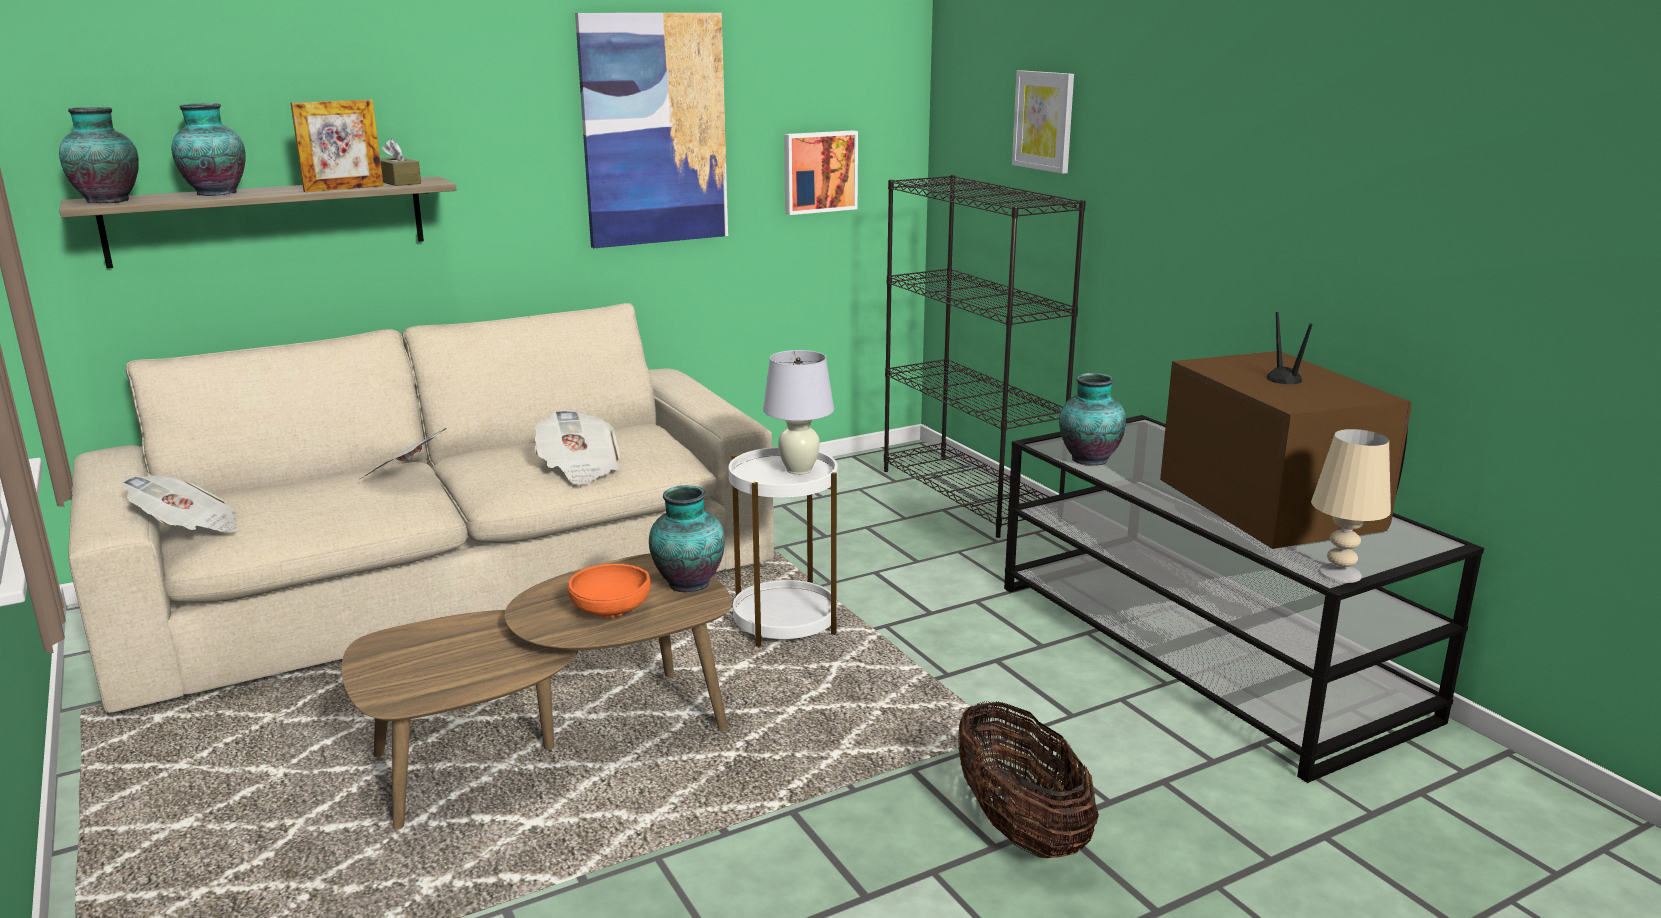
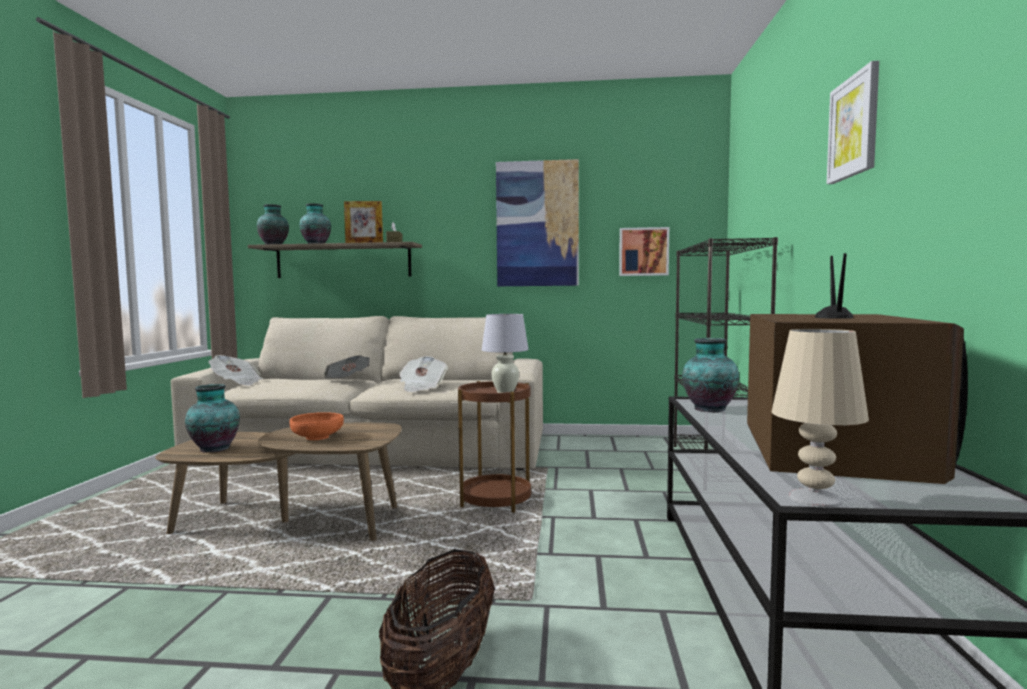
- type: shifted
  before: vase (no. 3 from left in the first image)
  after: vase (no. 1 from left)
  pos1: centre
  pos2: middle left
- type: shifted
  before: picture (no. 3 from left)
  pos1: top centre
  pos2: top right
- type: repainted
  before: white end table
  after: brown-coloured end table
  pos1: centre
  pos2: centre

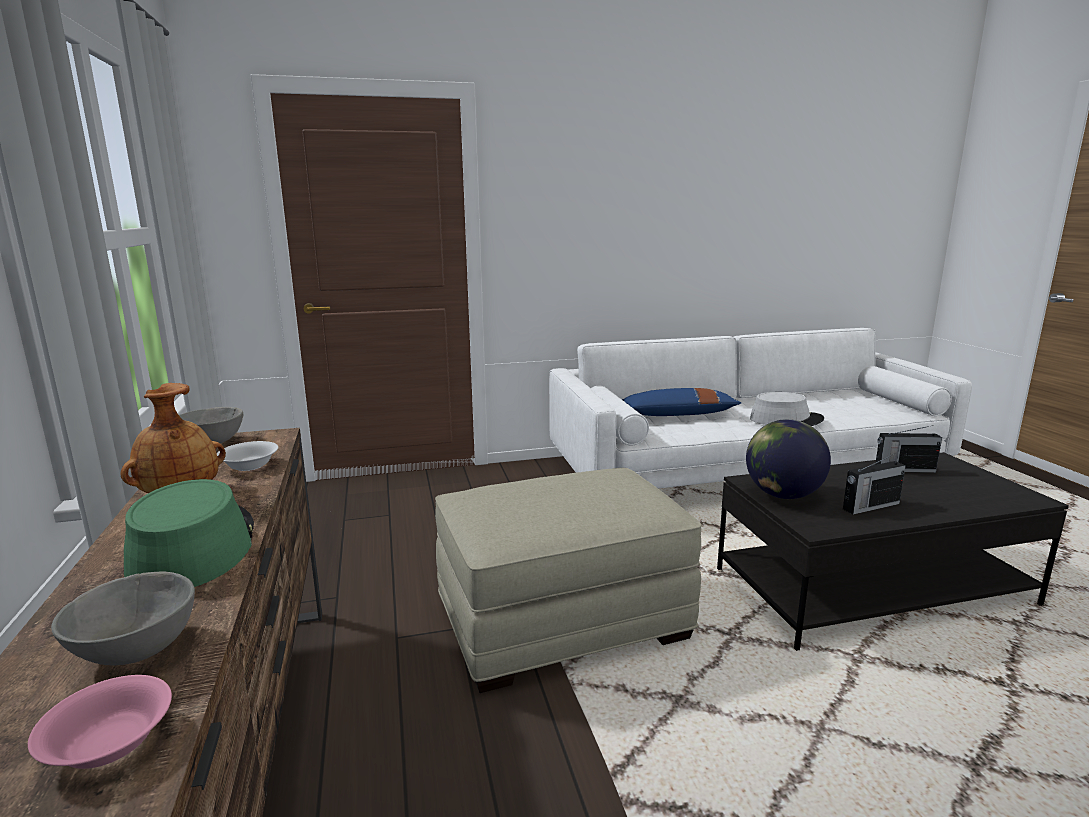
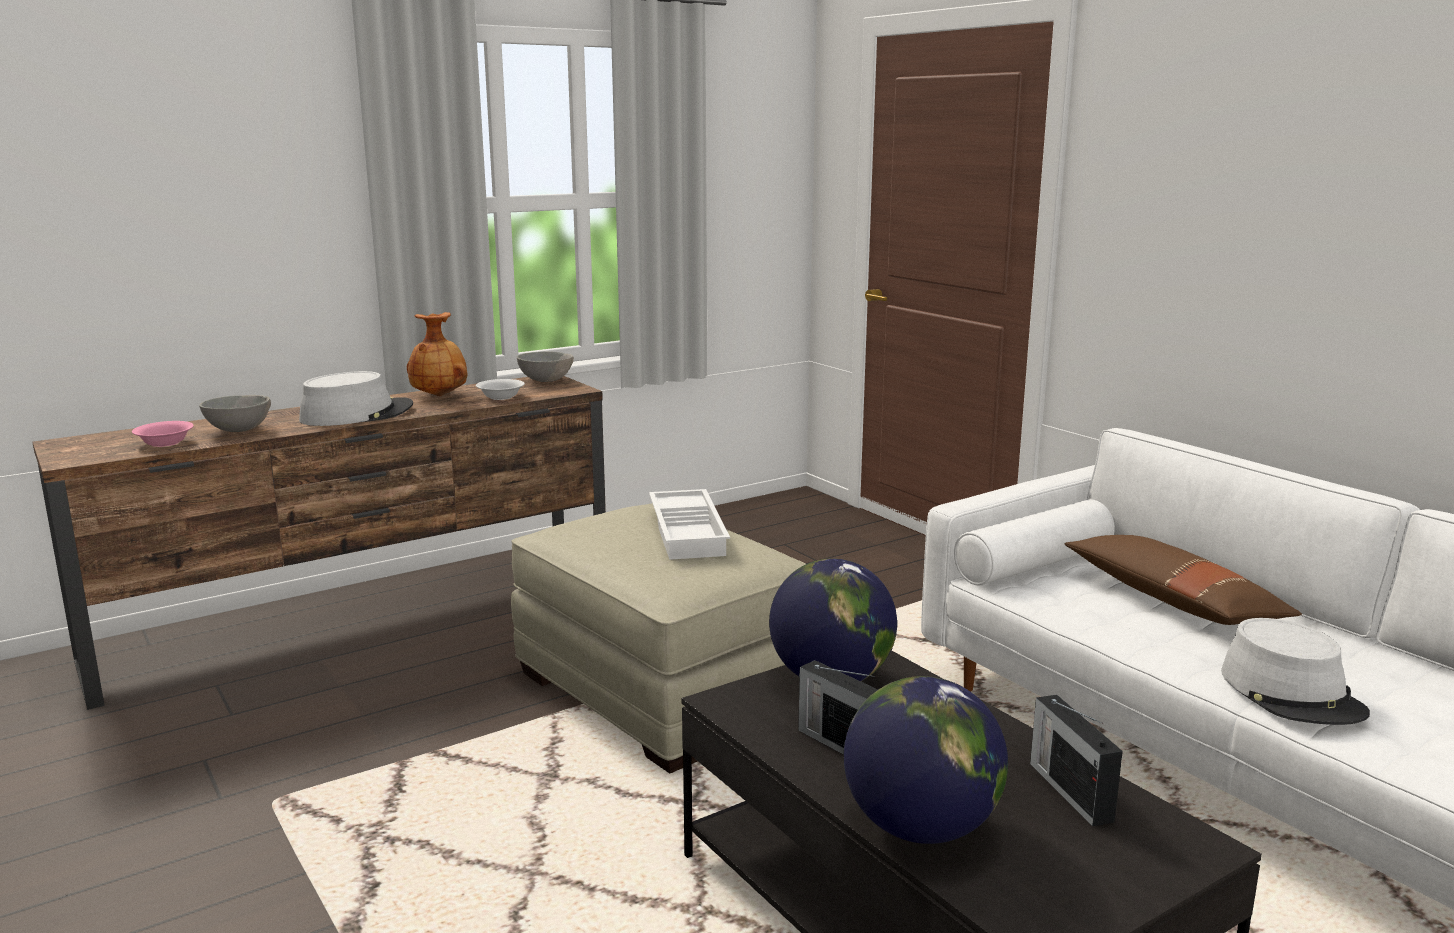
- type: new
  after: white carrying tray
  pos2: centre
- type: new
  after: globe (no. 2 from left)
  pos2: bottom centre
- type: repainted
  before: green hat
  after: gray hat (no. 1 from left)
  pos1: middle left
  pos2: middle left
- type: repainted
  before: bluish throw pillow
  after: brown-coloured throw pillow
  pos1: centre
  pos2: middle right

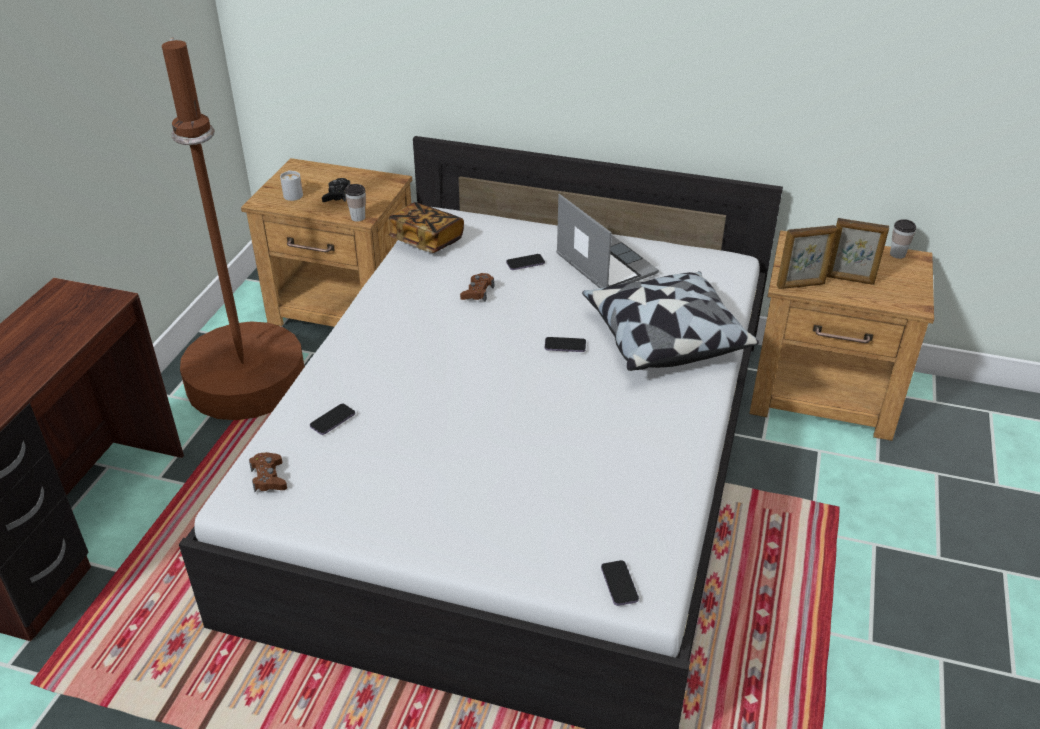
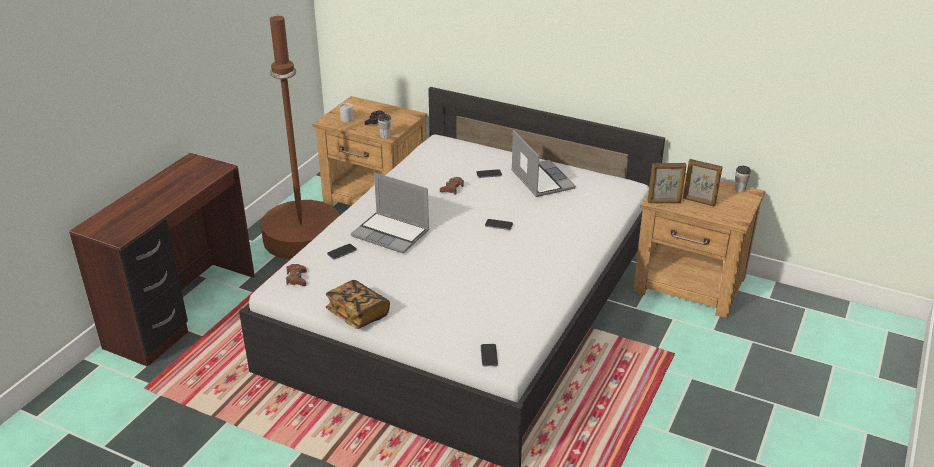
- type: gone
  before: throw pillow
  pos1: centre
- type: new
  after: laptop (no. 1 from left)
  pos2: centre
- type: shifted
  before: volume
  pos1: top centre
  pos2: centre

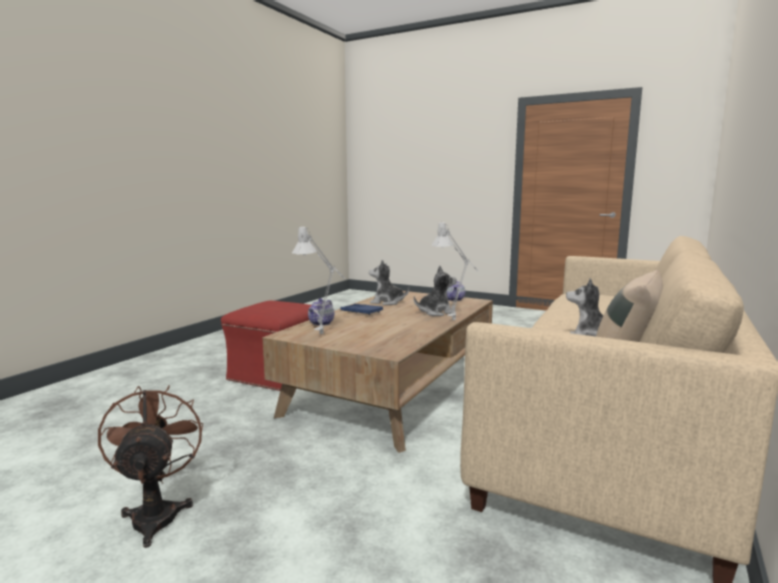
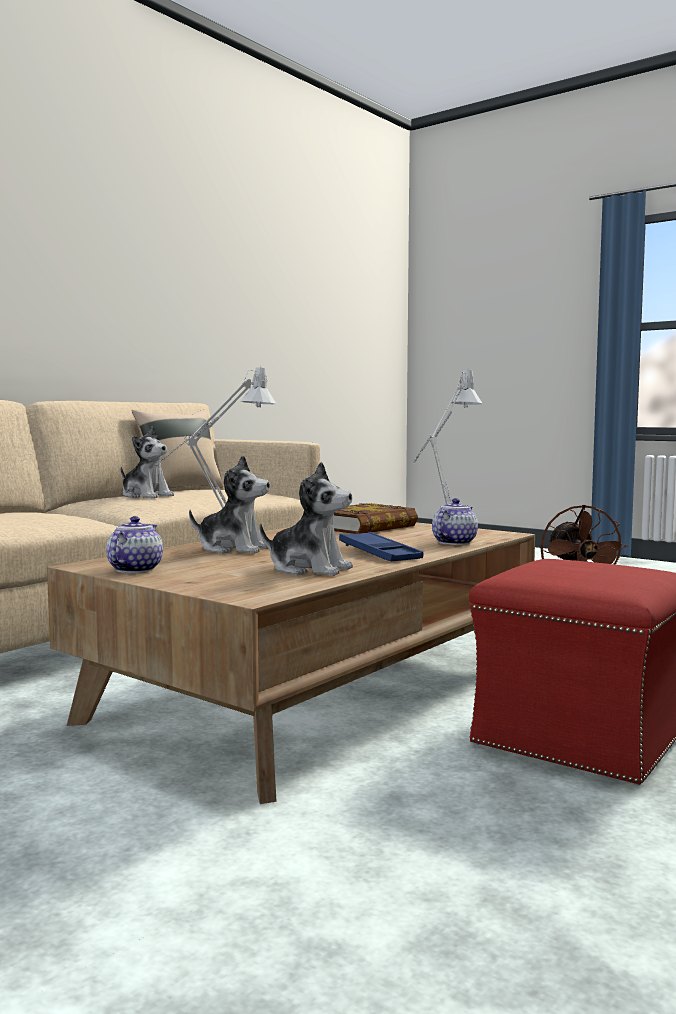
- type: new
  after: volume
  pos2: centre
- type: rotated
  before: plush toy (no. 2 from left)
  pos1: centre
  pos2: centre
  turn: -150

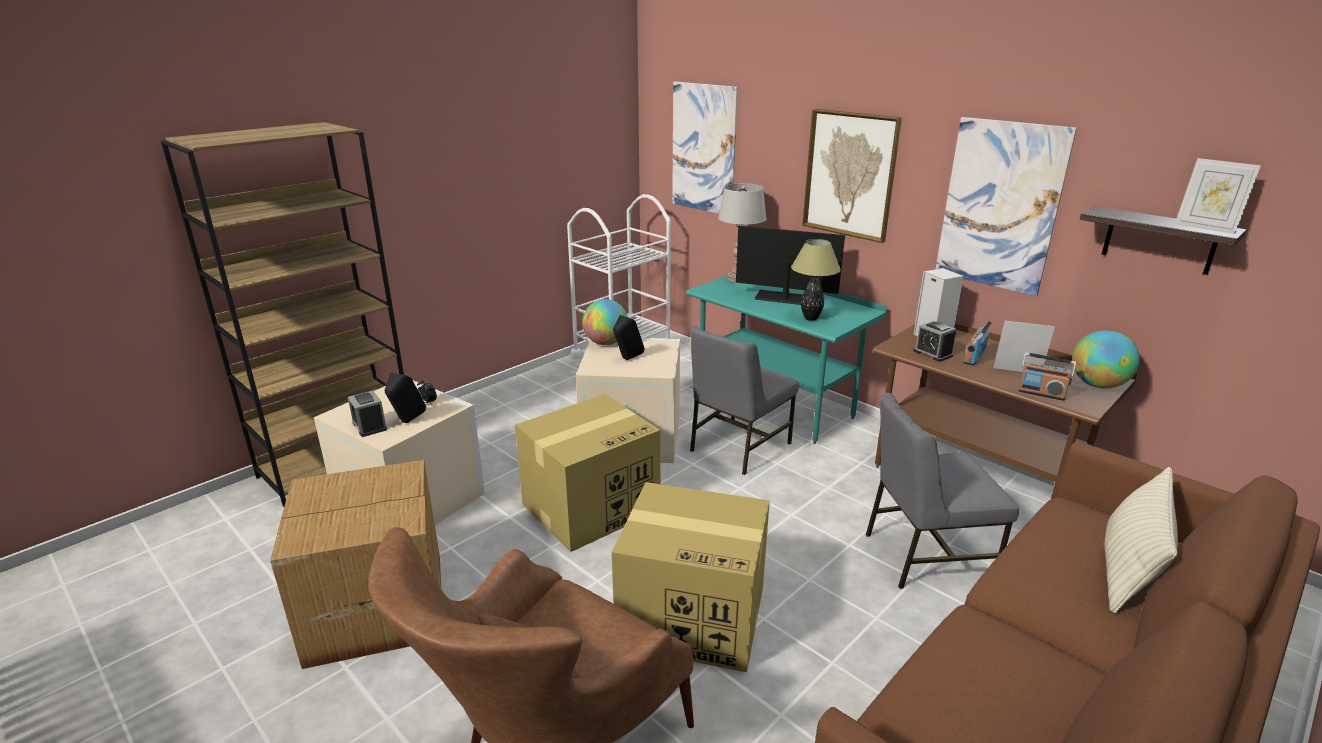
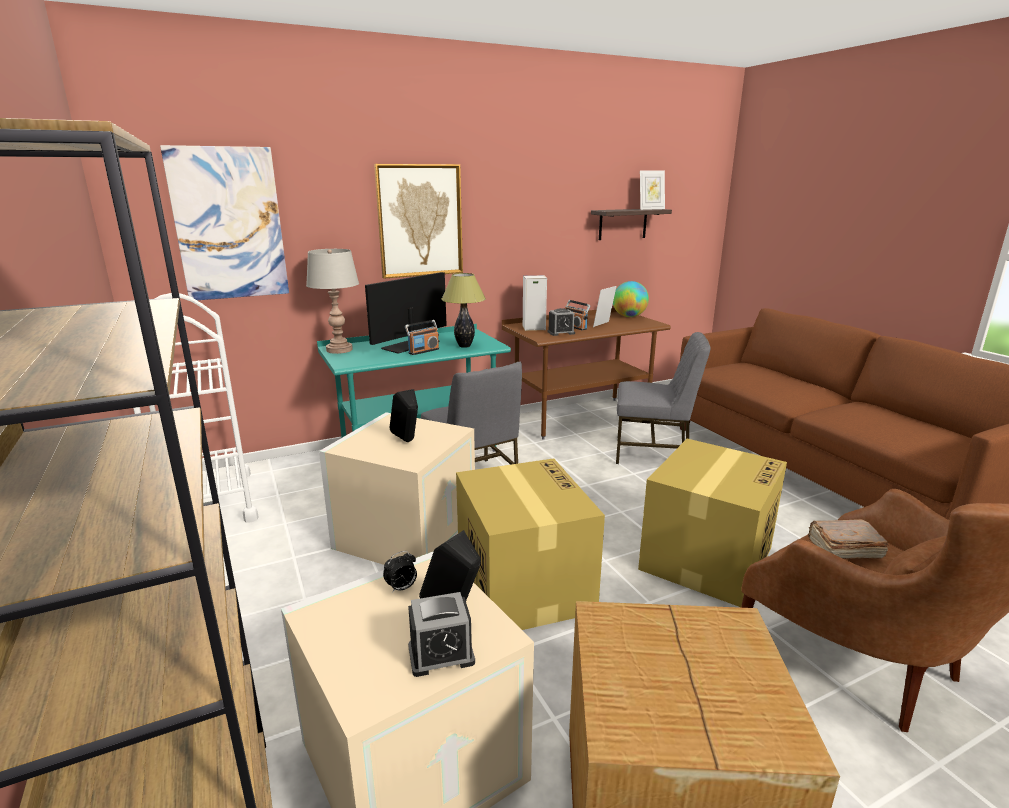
- type: gone
  before: globe (no. 1 from left)
  pos1: centre
- type: gone
  before: picture (no. 3 from left)
  pos1: top right
- type: gone
  before: beige-coloured throw pillow
  pos1: bottom right
- type: new
  after: brown-coloured volume
  pos2: bottom right
- type: shifted
  before: radio receiver (no. 2 from left in the first image)
  after: radio receiver (no. 1 from left)
  pos1: middle right
  pos2: centre
- type: rotated
  before: gray chair (no. 2 from left)
  pos1: middle right
  pos2: centre
  turn: -90

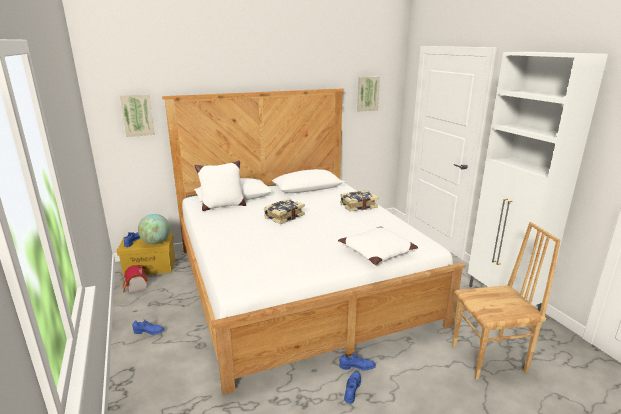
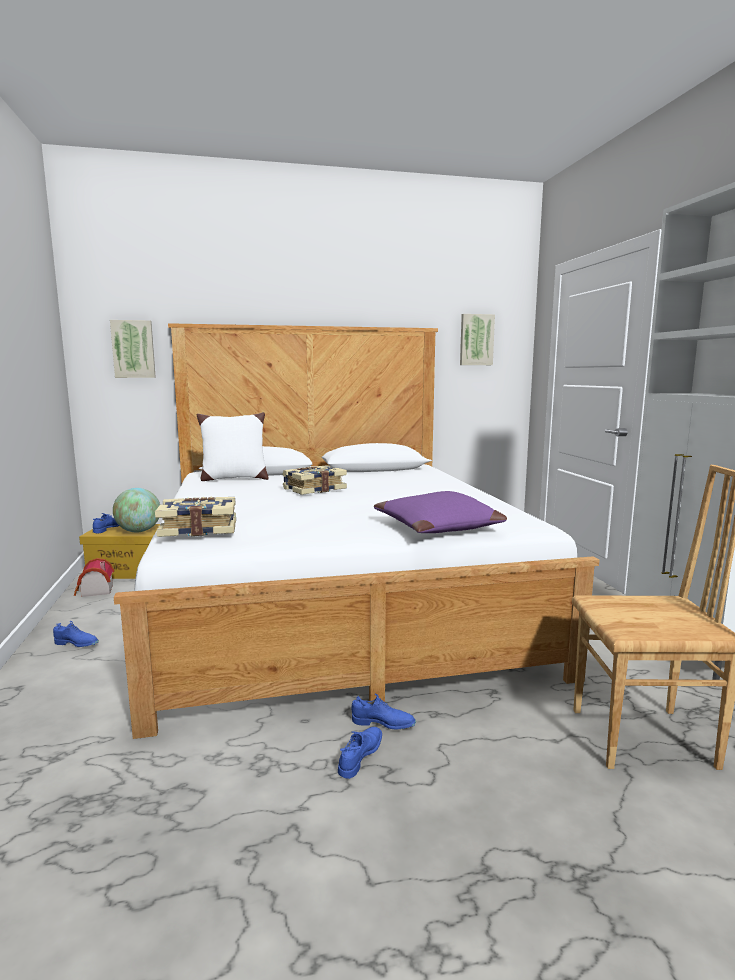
- type: shifted
  before: volume (no. 2 from left in the first image)
  after: volume (no. 1 from left)
  pos1: centre
  pos2: middle left
- type: repainted
  before: white throw pillow (no. 2 from left)
  after: purplish throw pillow
  pos1: centre
  pos2: centre

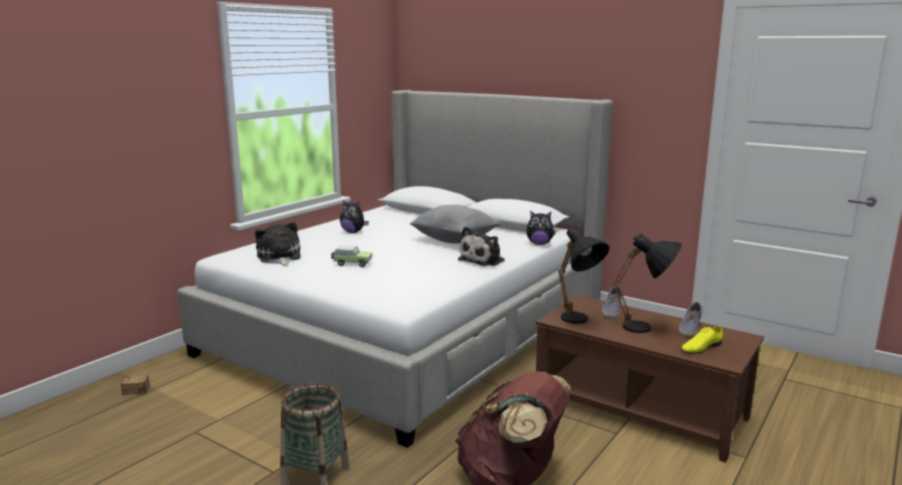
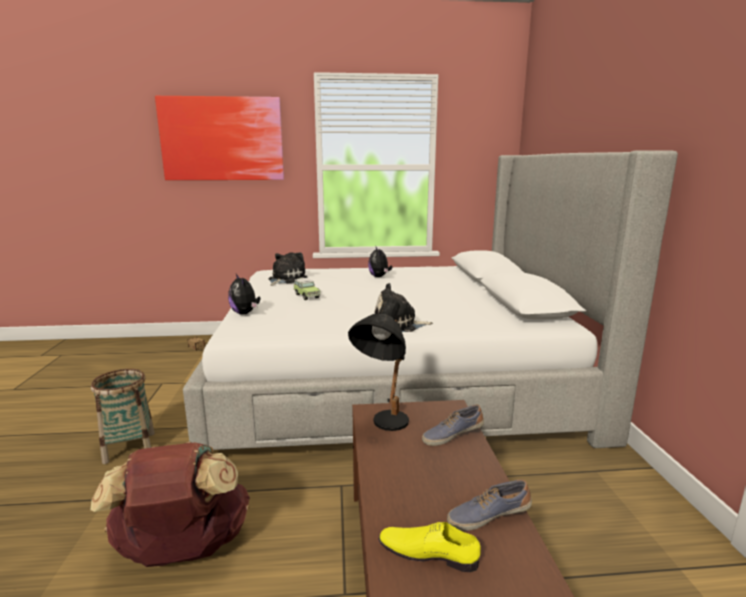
- type: gone
  before: gray throw pillow
  pos1: centre
- type: gone
  before: black table lamp (no. 2 from left)
  pos1: middle right
- type: new
  after: picture
  pos2: top left
- type: shifted
  before: plush toy (no. 4 from left in the first image)
  after: plush toy (no. 1 from left)
  pos1: centre
  pos2: middle left

